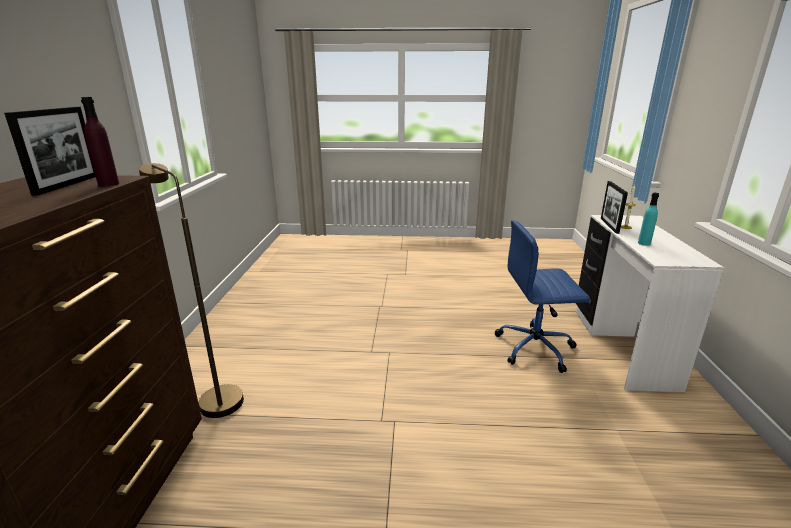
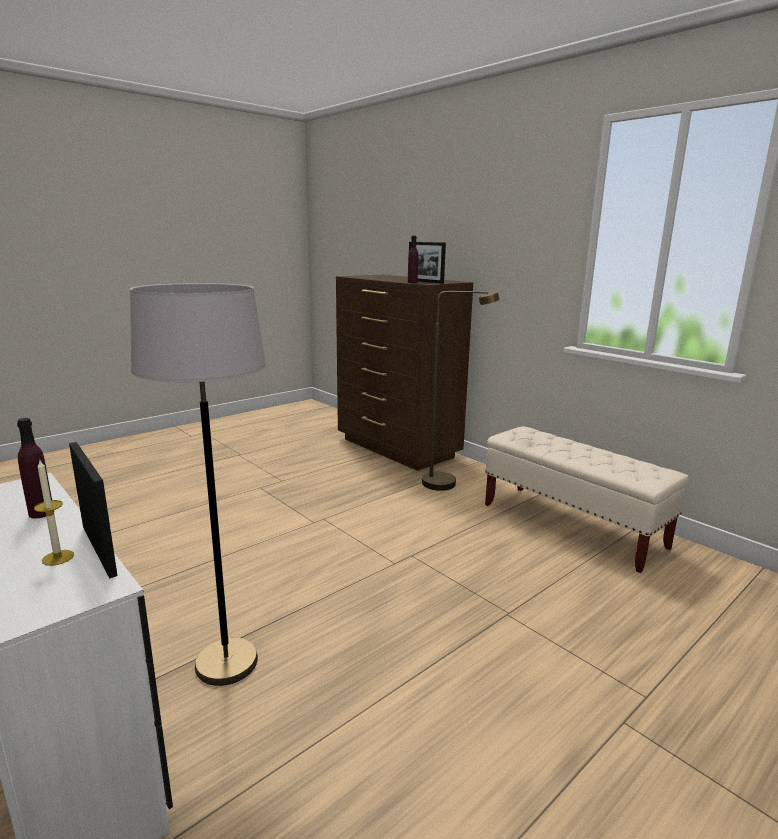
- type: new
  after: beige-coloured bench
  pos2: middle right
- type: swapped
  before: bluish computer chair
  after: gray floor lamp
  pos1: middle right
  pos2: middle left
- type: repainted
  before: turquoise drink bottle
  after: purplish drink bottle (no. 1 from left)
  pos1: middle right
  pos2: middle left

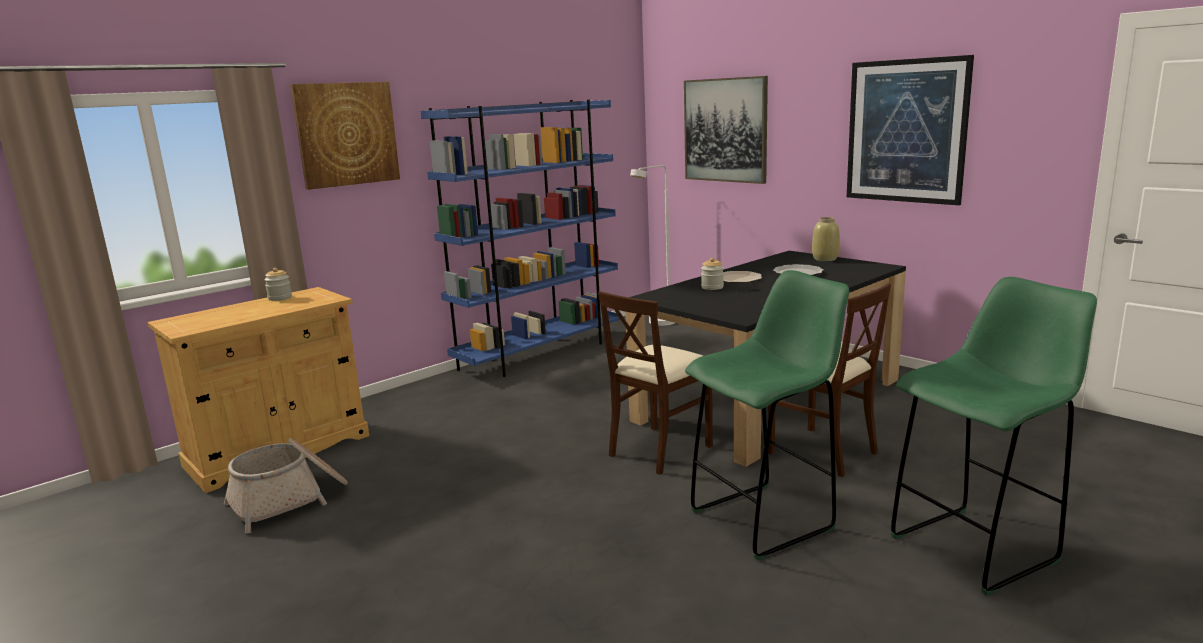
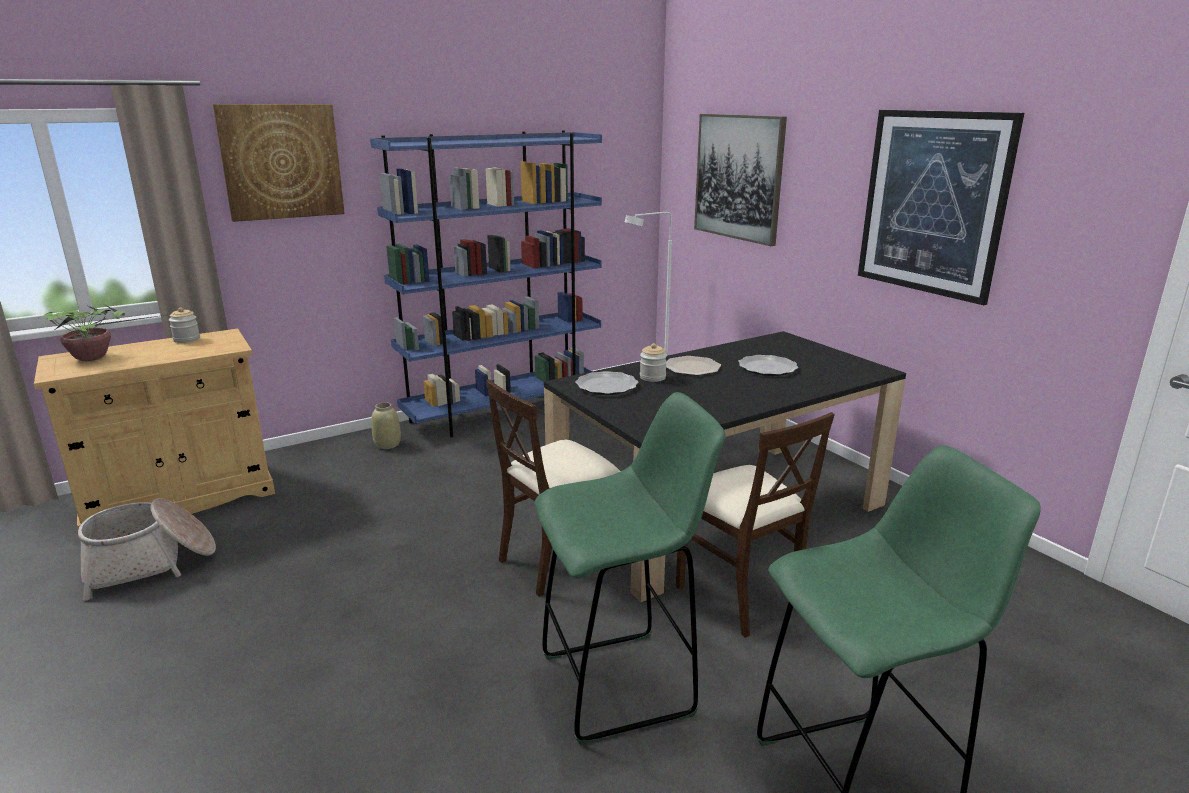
- type: new
  after: houseplant
  pos2: middle left
- type: new
  after: flat dish (no. 1 from left)
  pos2: centre
- type: shifted
  before: beige-coloured vase
  pos1: middle right
  pos2: middle left

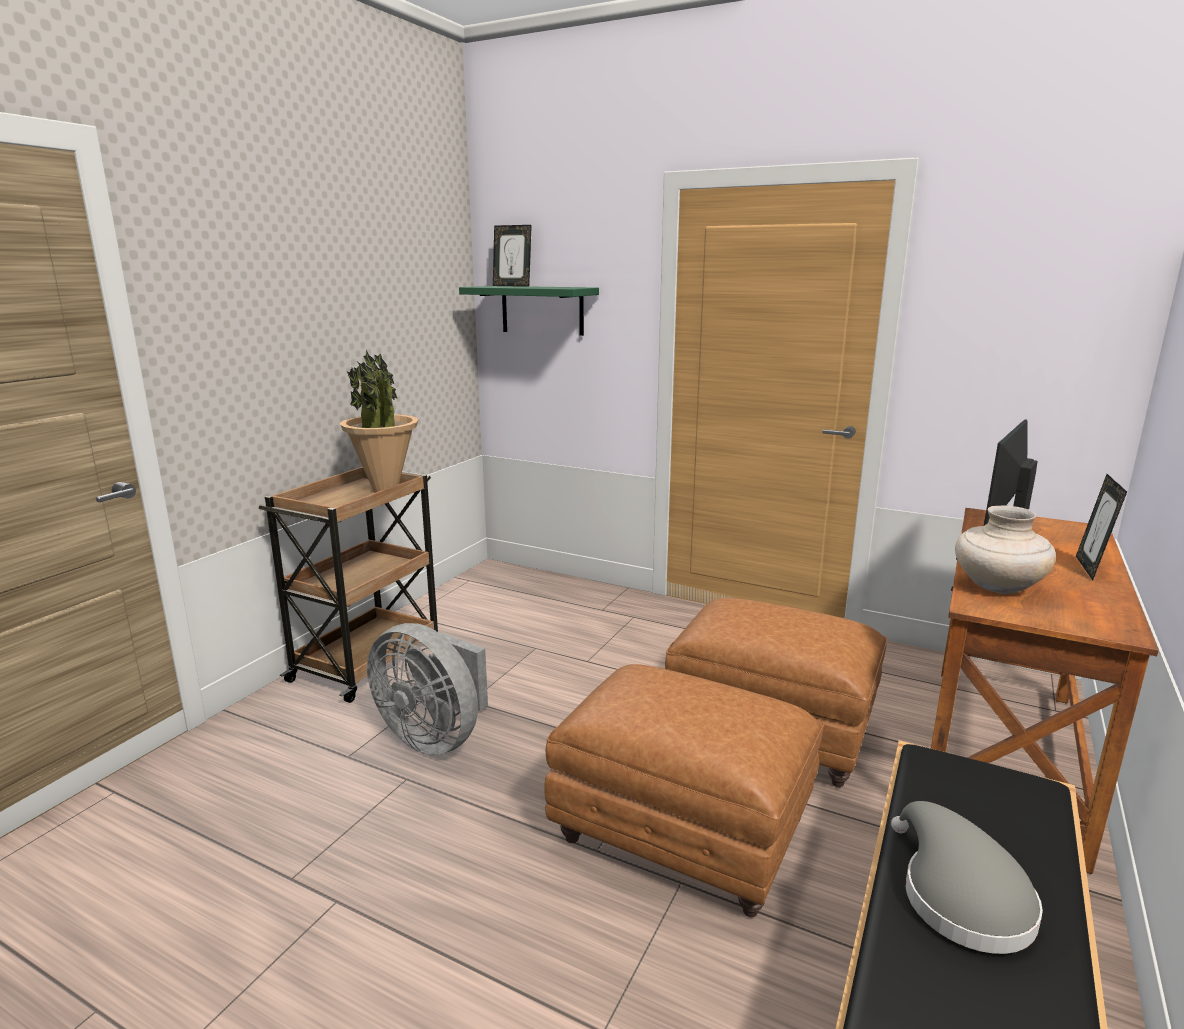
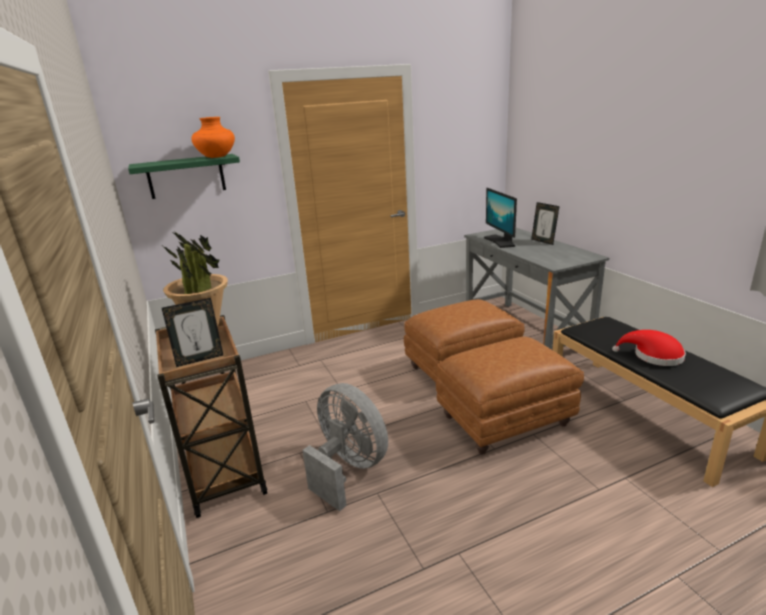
- type: gone
  before: beige-coloured vase
  pos1: middle right
- type: new
  after: orange-coloured vase
  pos2: top left
- type: shifted
  before: photo frame (no. 1 from left)
  pos1: top centre
  pos2: middle left
- type: repainted
  before: gray hat
  after: red hat
  pos1: bottom right
  pos2: middle right
- type: repainted
  before: brown-coloured desk unit
  after: gray desk unit
  pos1: bottom right
  pos2: middle right
- type: rotated
  before: gray fan
  pos1: bottom centre
  pos2: bottom centre
  turn: -120

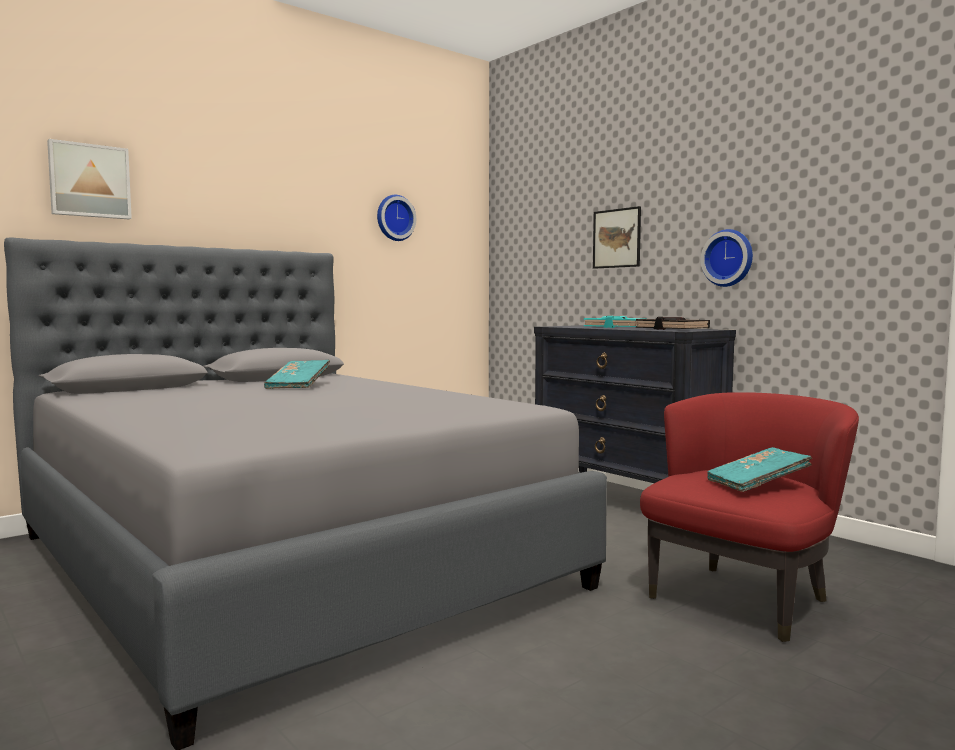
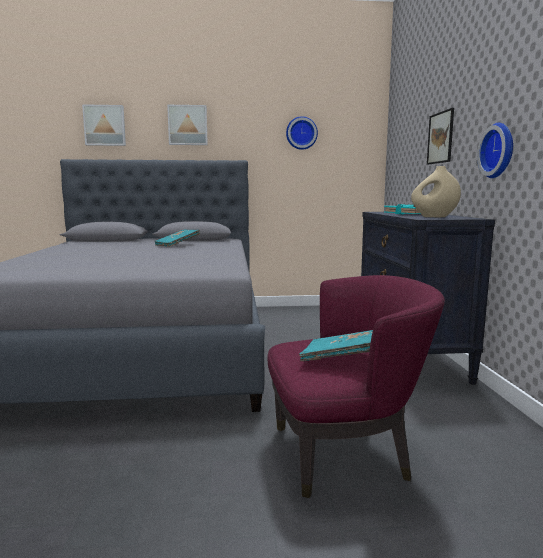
- type: new
  after: picture (no. 2 from left)
  pos2: top centre
- type: swapped
  before: black volume
  after: beige-coloured vase
  pos1: middle right
  pos2: middle right
- type: repainted
  before: red lounge chair
  after: purplish lounge chair
  pos1: bottom right
  pos2: bottom centre

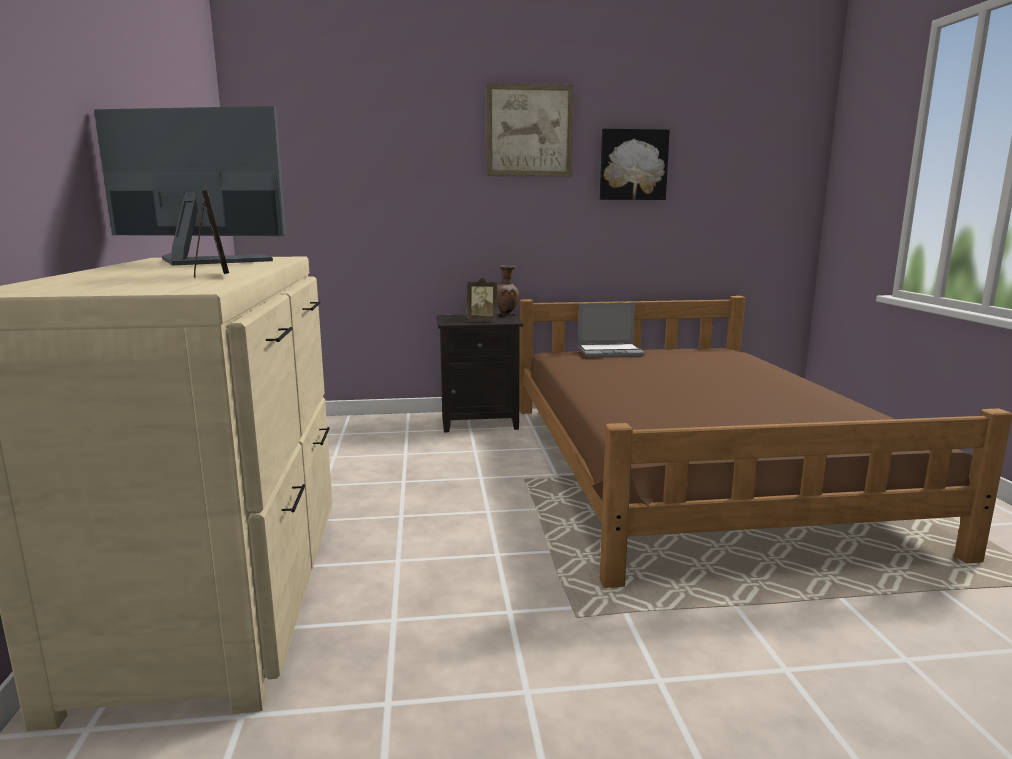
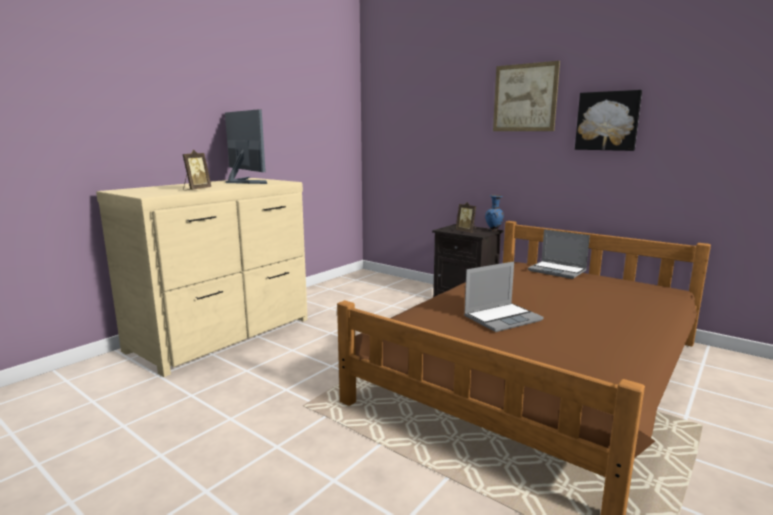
- type: new
  after: laptop (no. 1 from left)
  pos2: centre
- type: repainted
  before: brown-coloured vase
  after: bluish vase
  pos1: centre
  pos2: centre

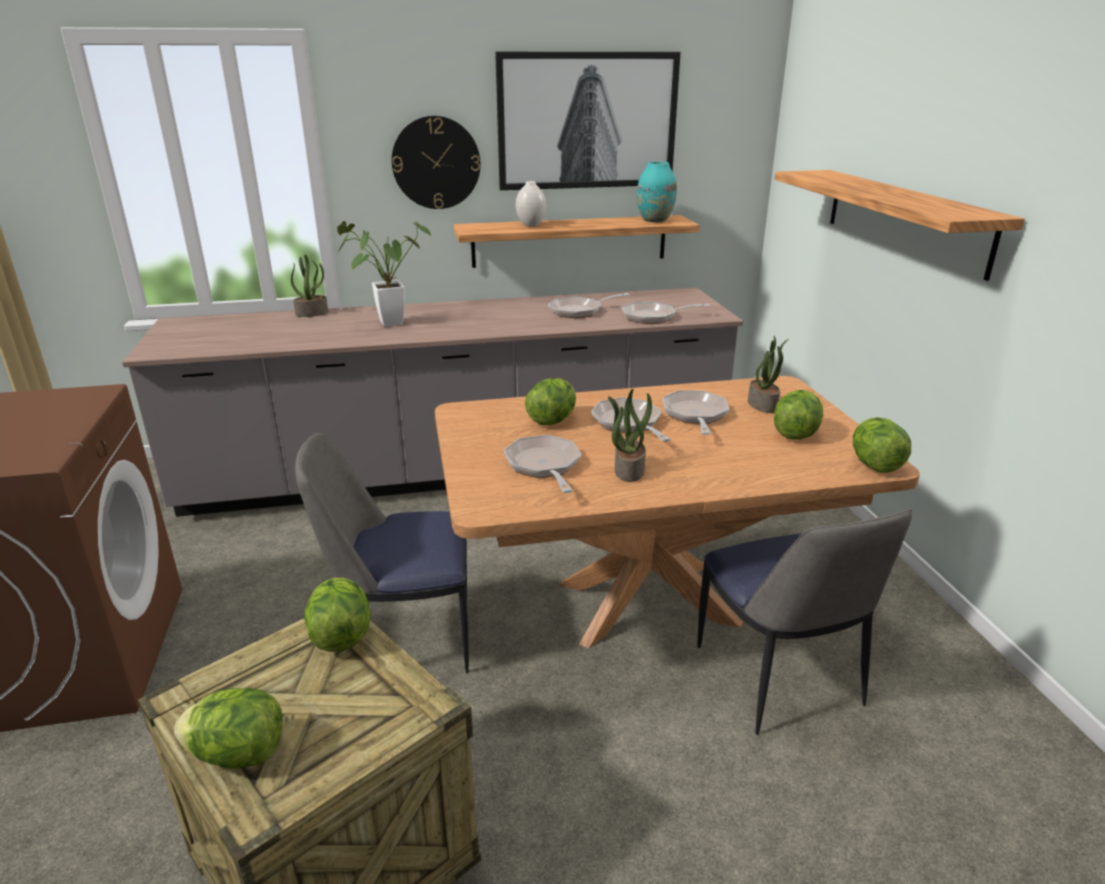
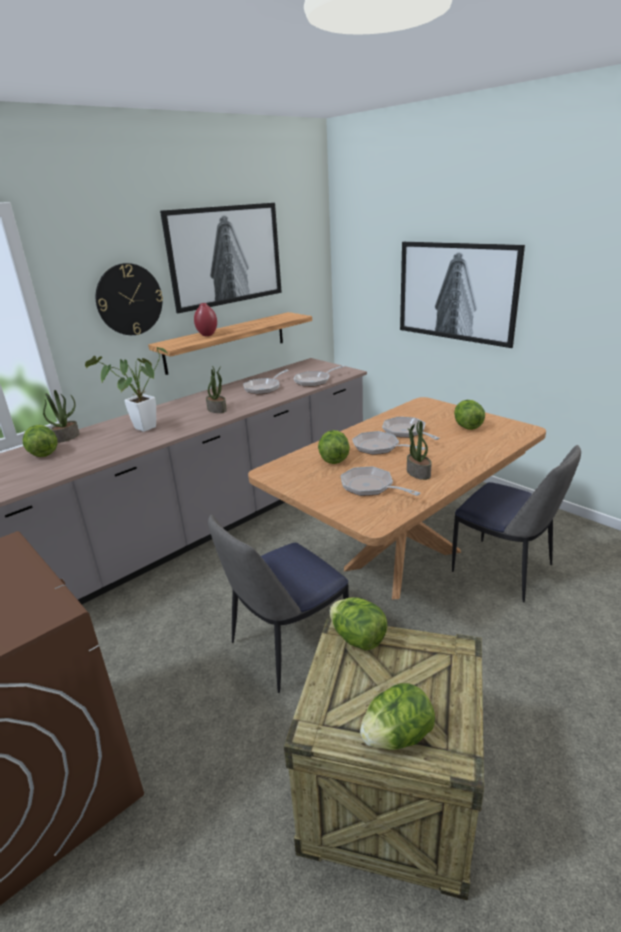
- type: gone
  before: turquoise vase
  pos1: top centre
- type: shifted
  before: houseplant (no. 4 from left in the first image)
  after: houseplant (no. 3 from left)
  pos1: middle right
  pos2: centre
- type: shifted
  before: head of lettuce (no. 5 from left in the first image)
  after: head of lettuce (no. 1 from left)
  pos1: middle right
  pos2: middle left
- type: swapped
  before: bracket shelf (no. 2 from left)
  after: picture (no. 2 from left)
  pos1: top right
  pos2: top right
- type: repainted
  before: white vase
  after: red vase
  pos1: top centre
  pos2: middle left

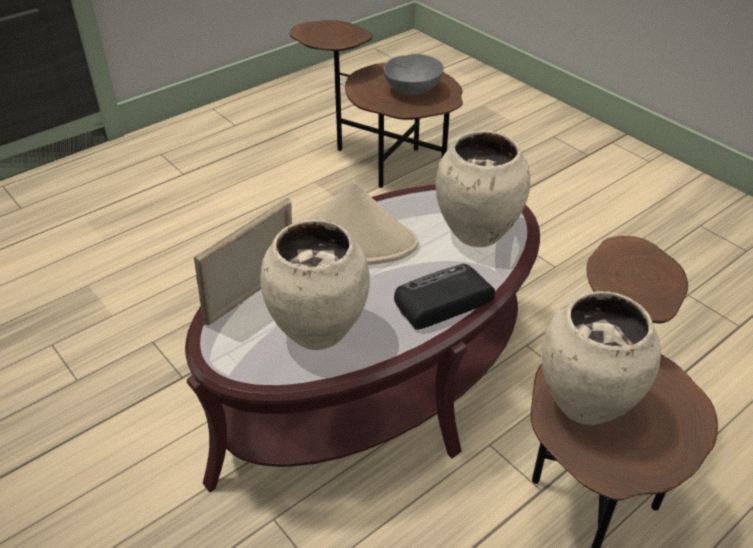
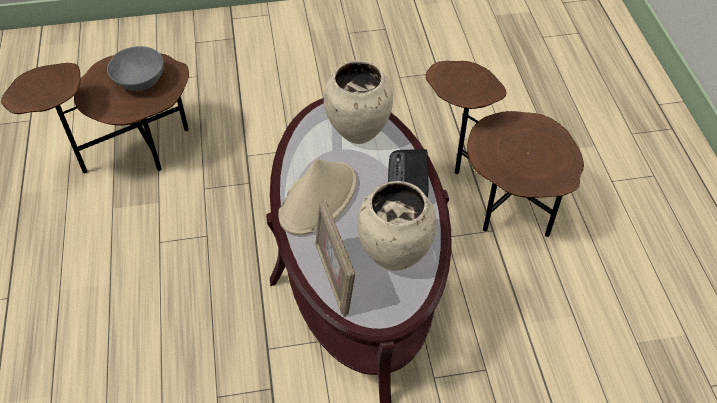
- type: gone
  before: beige-coloured vase (no. 3 from left)
  pos1: middle right

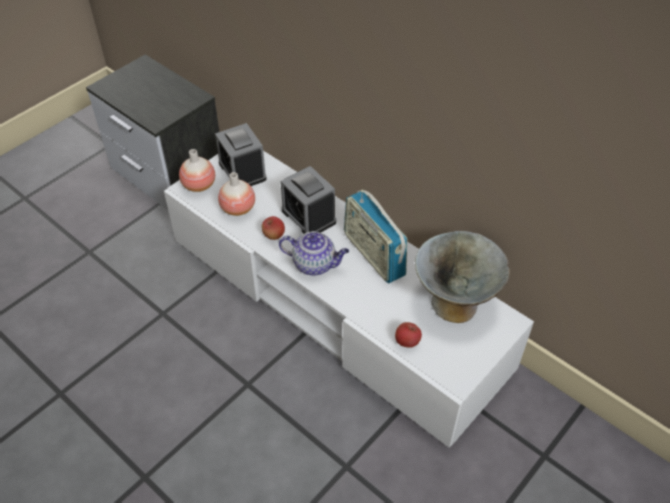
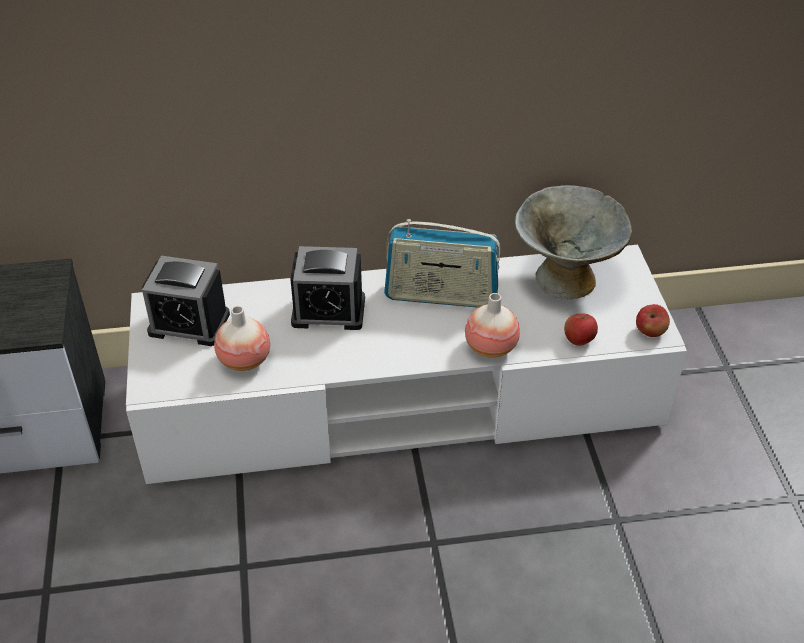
- type: gone
  before: teapot
  pos1: centre
- type: shifted
  before: vase (no. 1 from left in the first image)
  after: vase (no. 2 from left)
  pos1: middle left
  pos2: centre
- type: shifted
  before: apple (no. 1 from left in the first image)
  after: apple (no. 2 from left)
  pos1: centre
  pos2: middle right

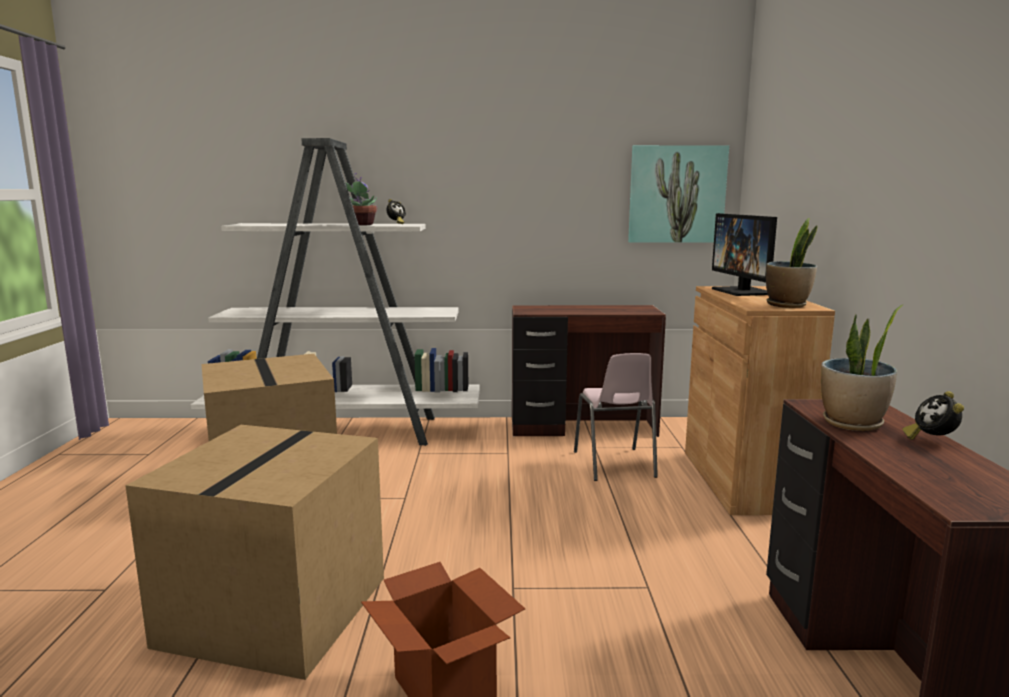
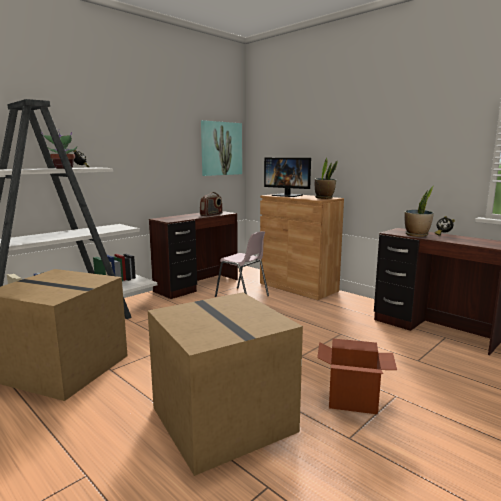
- type: new
  after: radio receiver
  pos2: centre

